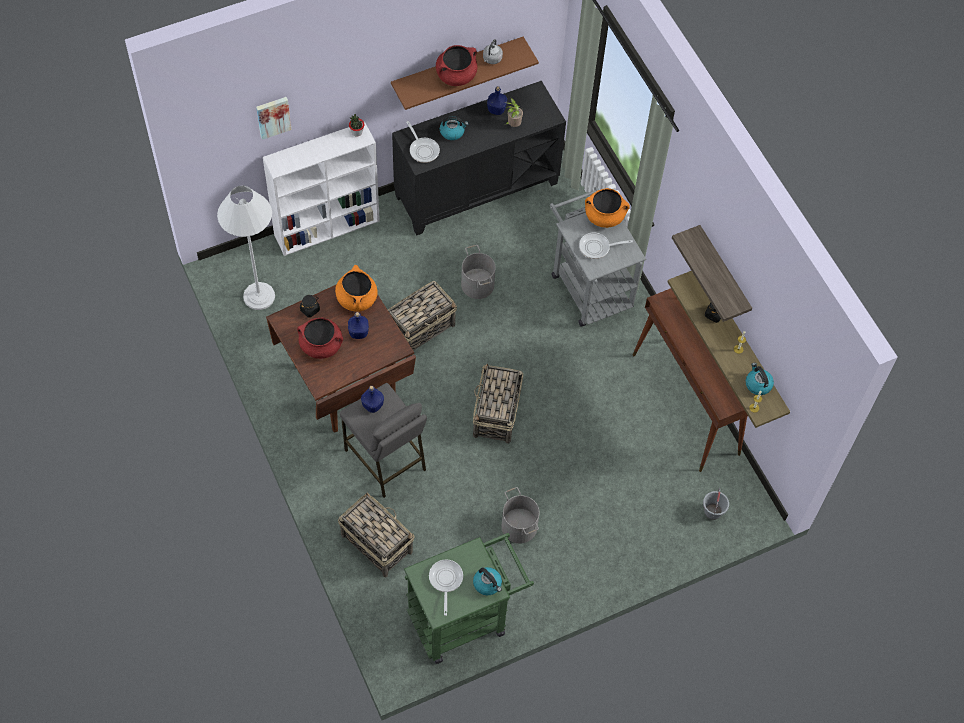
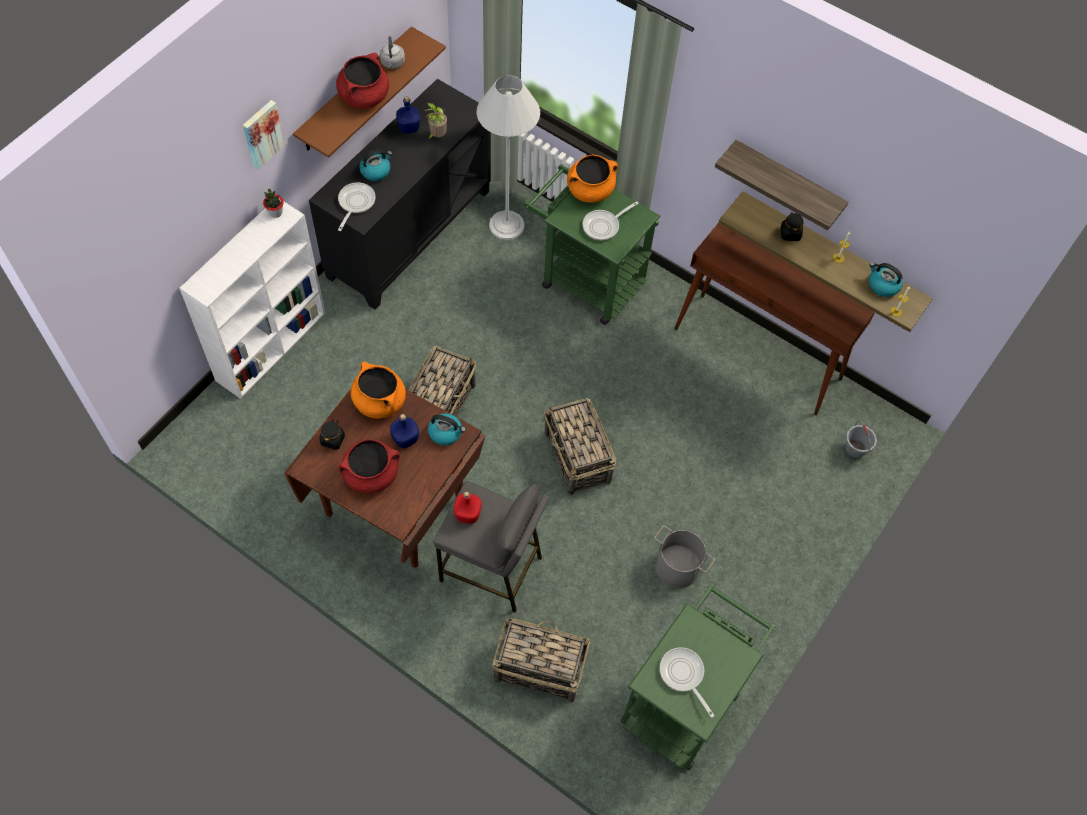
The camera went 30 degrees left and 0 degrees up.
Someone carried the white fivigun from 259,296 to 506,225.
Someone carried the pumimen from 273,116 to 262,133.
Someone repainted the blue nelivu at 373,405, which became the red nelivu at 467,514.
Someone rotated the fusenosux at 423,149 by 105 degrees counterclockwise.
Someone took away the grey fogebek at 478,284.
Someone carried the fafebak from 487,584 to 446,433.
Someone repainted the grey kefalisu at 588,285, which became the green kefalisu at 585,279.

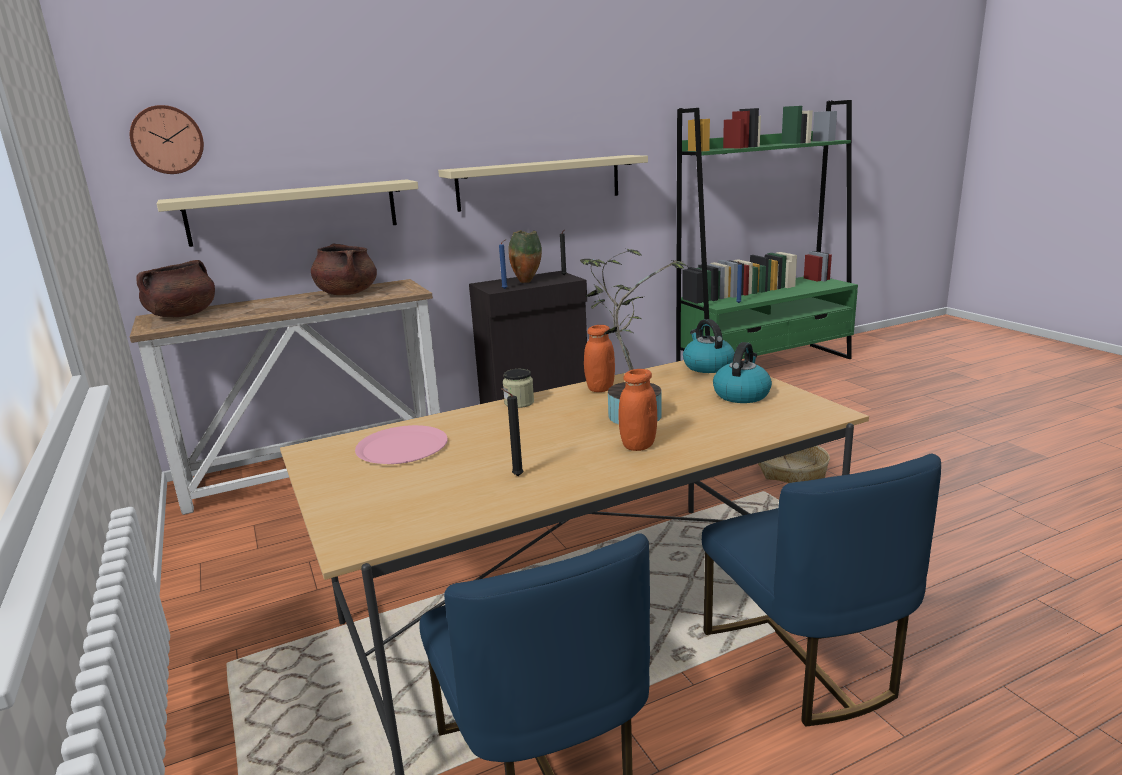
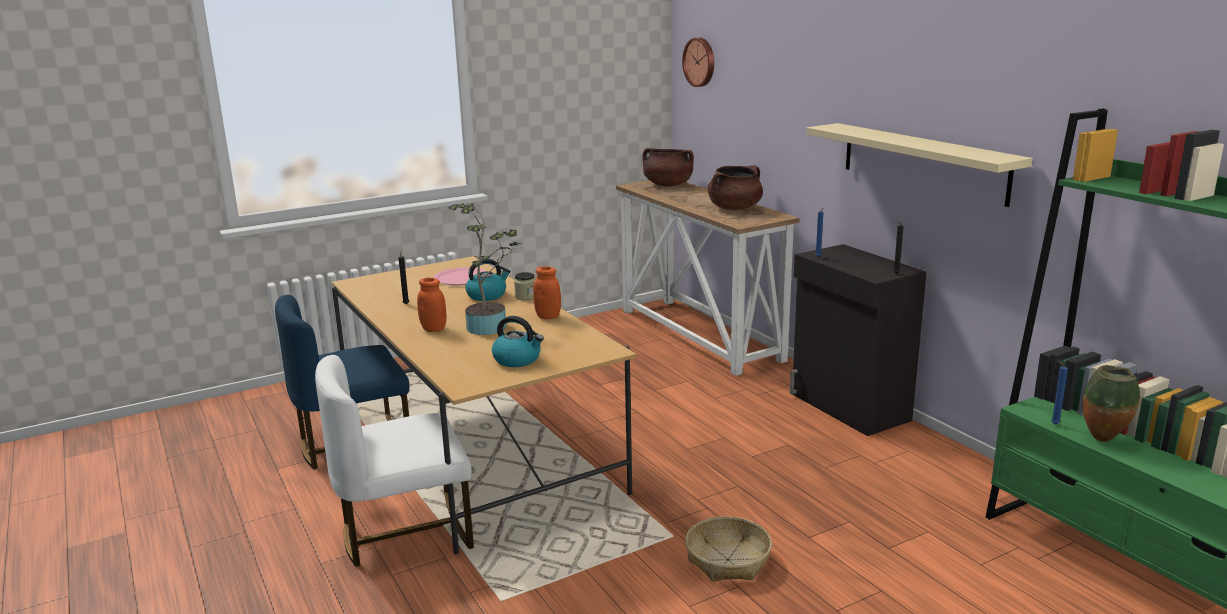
The camera went 85 degrees right and 0 degrees up.
Someone took away the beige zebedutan at 294,212.
Someone carried the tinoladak from 527,282 to 1104,440.
Someone carried the fafebak from 707,366 to 487,295.
Someone repainted the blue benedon at 804,661, which became the white benedon at 405,532.

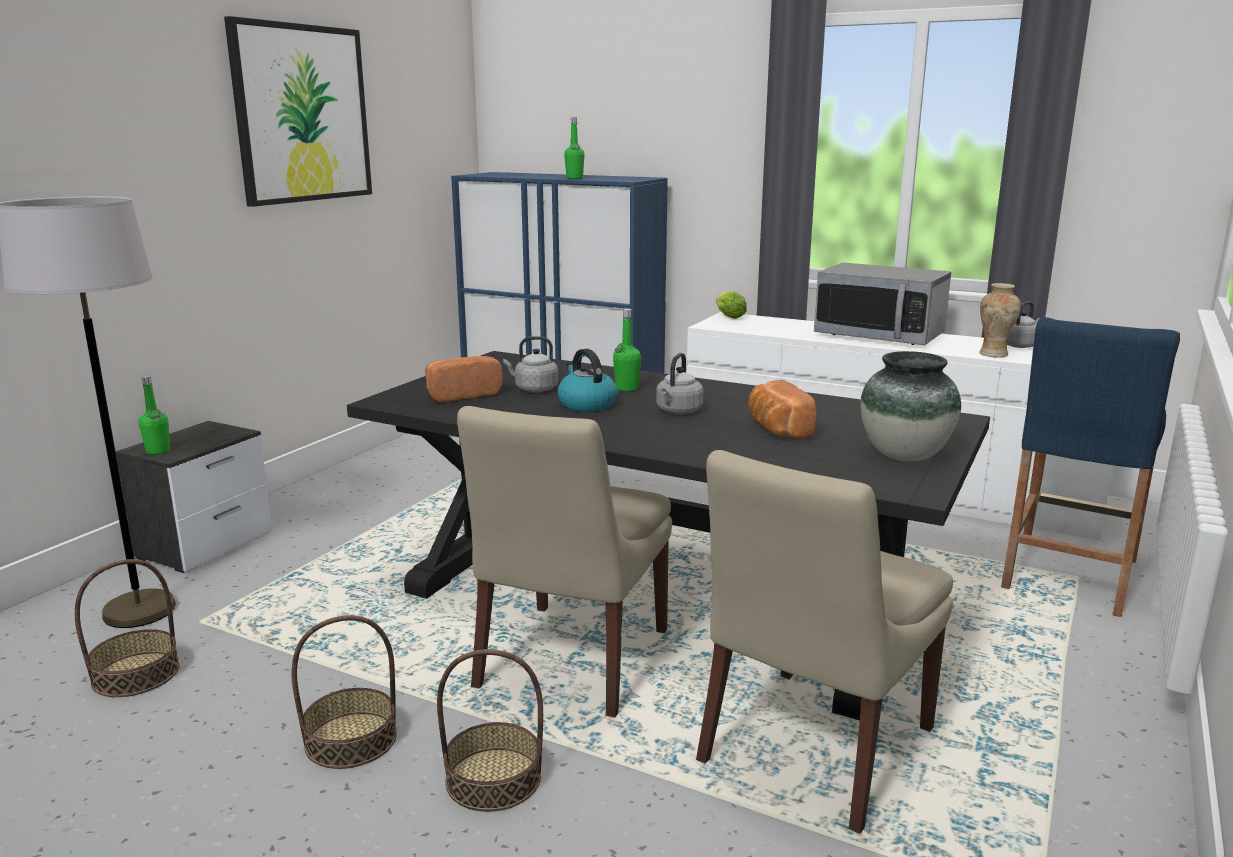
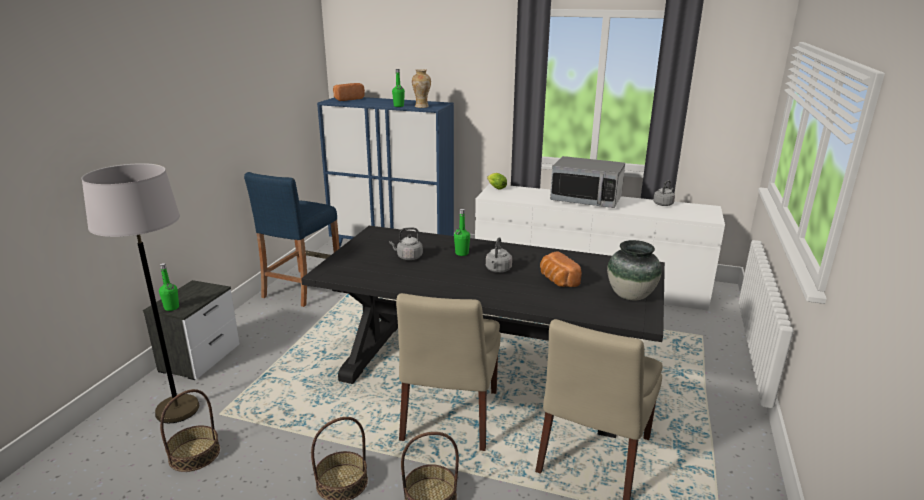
The camera went 10 degrees left and 5 degrees up.
Someone took away the pumimen at 302,114.
Someone carried the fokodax from 461,394 to 347,99.
Someone took away the fafebak at 586,404.
Someone carried the tinoladak from 994,354 to 421,107.
Someone carried the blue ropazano from 1068,573 to 302,288.

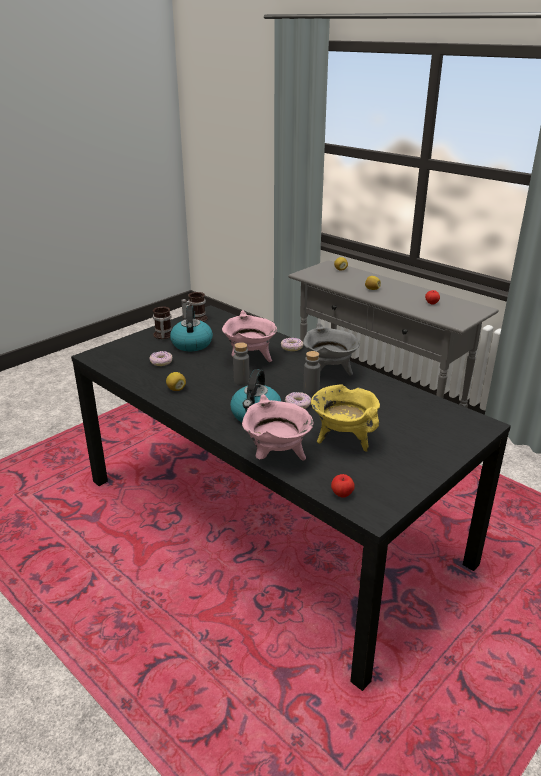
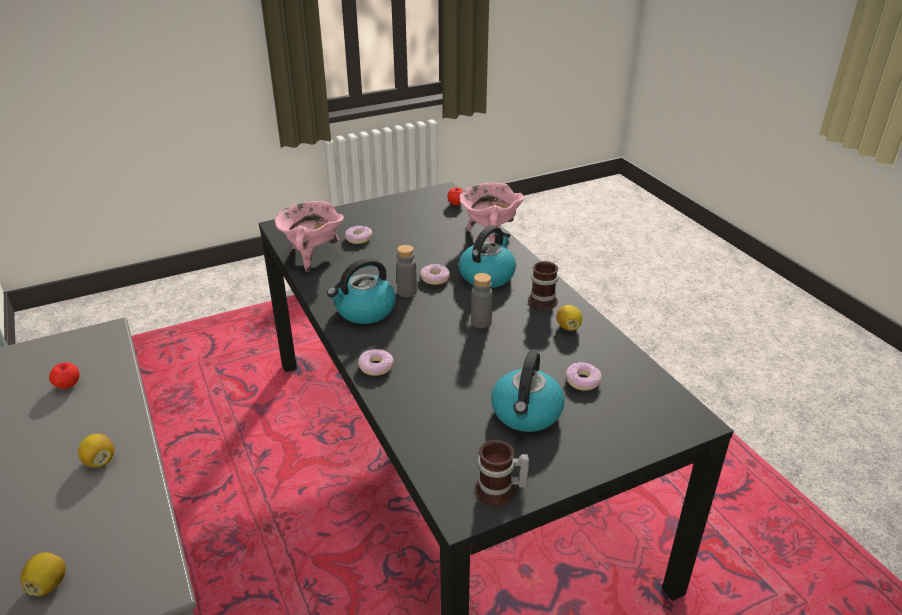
The camera went 160 degrees left and 5 degrees up.
Someone carried the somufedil from 162,335 to 544,299.
Someone carried the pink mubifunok from 250,359 to 312,256.
Someone swapped the grey mubifunok at 329,373 for the fafebak at 364,311.
Someone took away the yellow mubifunok at 343,440.
Someone put down the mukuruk at 358,238.

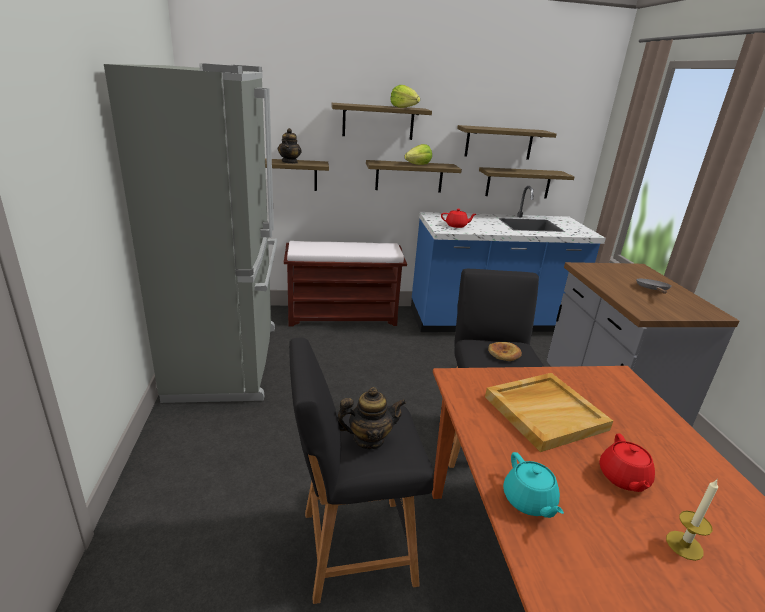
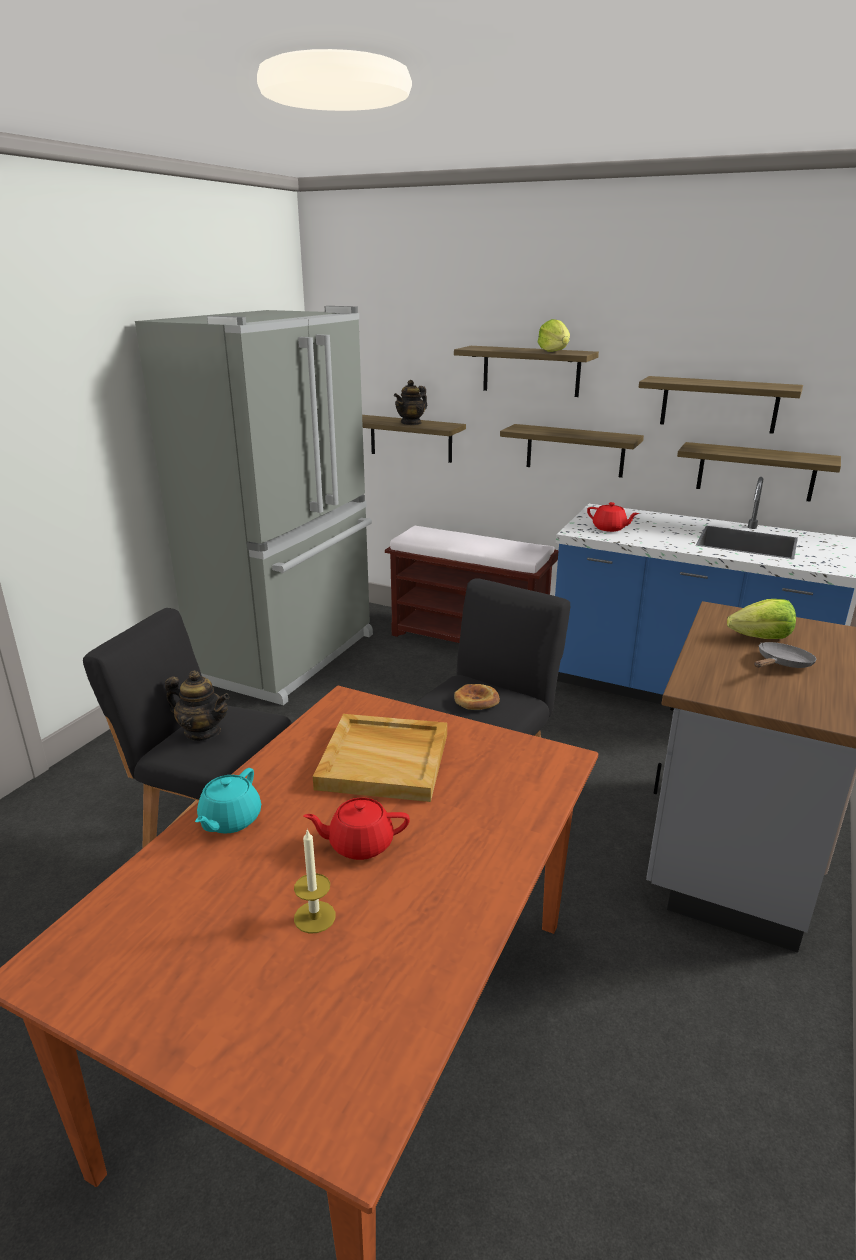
The camera went 35 degrees right and 0 degrees up.
Someone carried the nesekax from 418,165 to 761,638.
Someone rotated the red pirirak at 623,478 by 45 degrees clockwise.

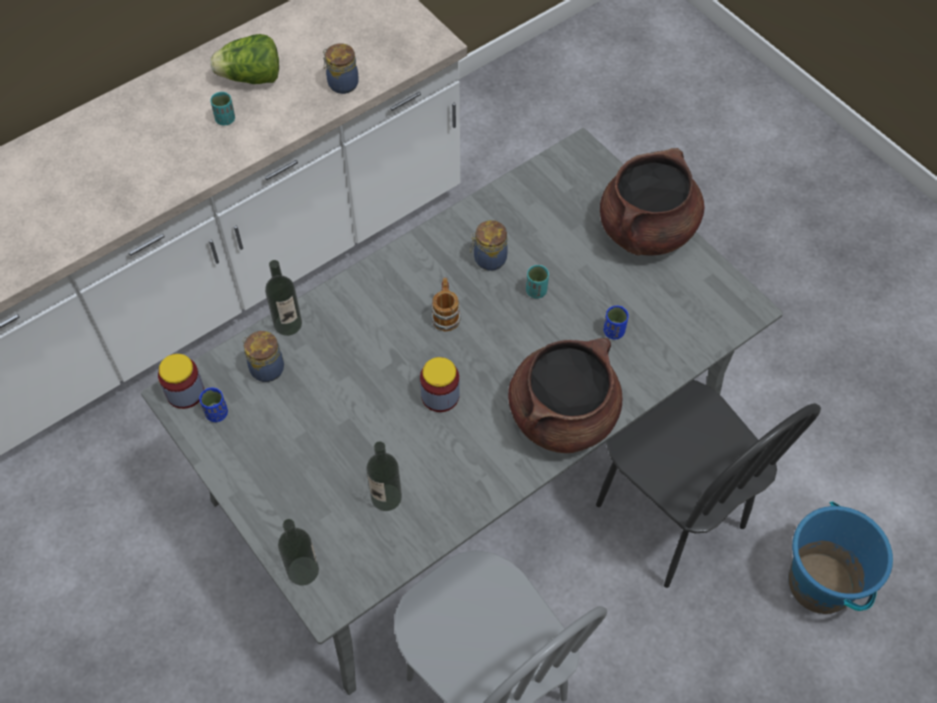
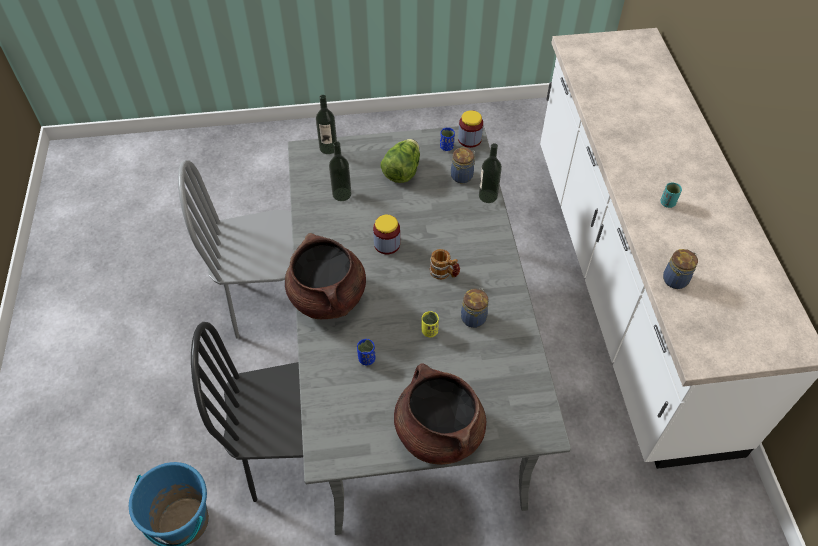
The camera went 120 degrees right and 5 degrees down.
Someone carried the nesekax from 251,78 to 402,171.
Someone repainted the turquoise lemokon at 536,291, which became the yellow lemokon at 429,331.

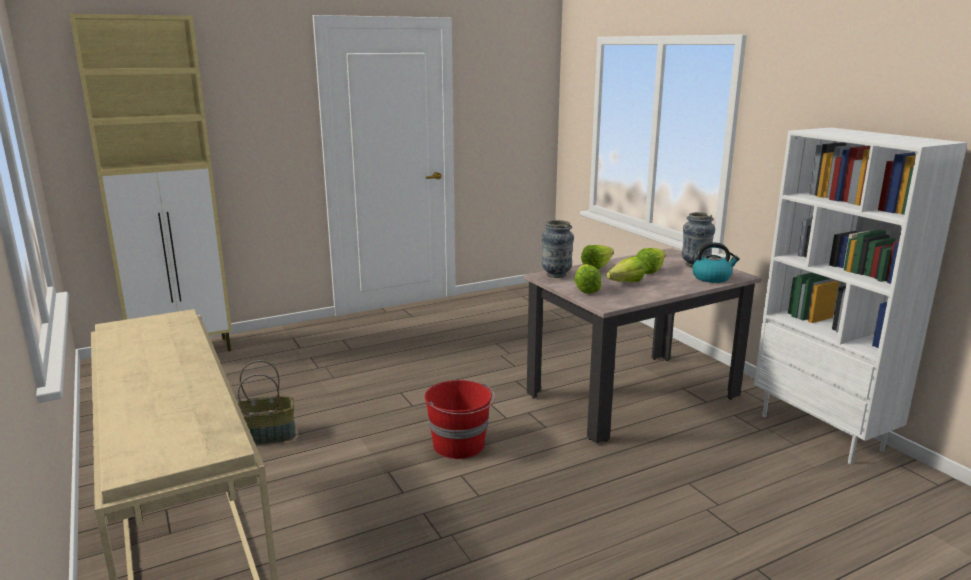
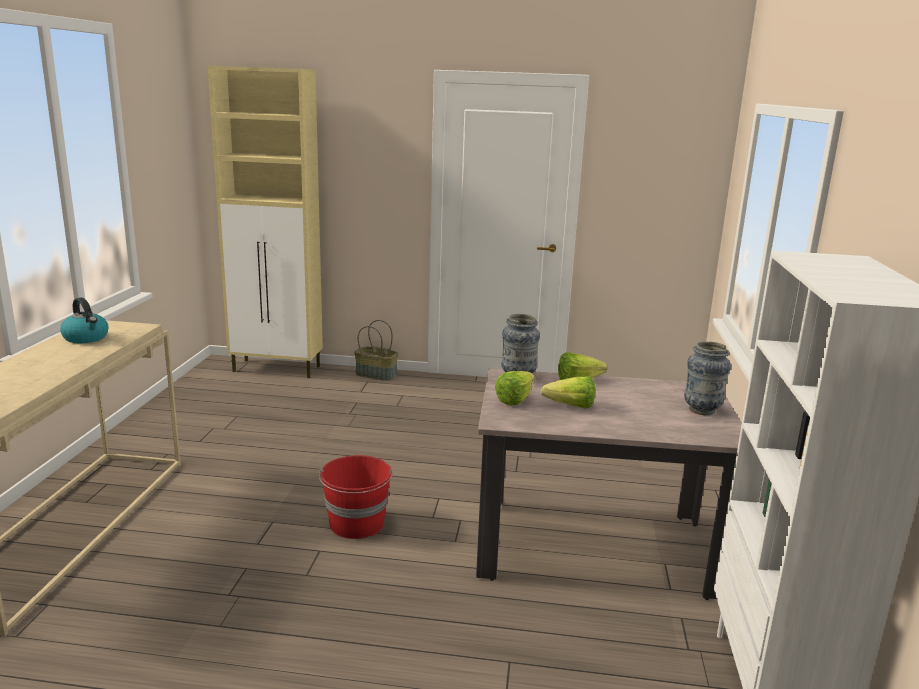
The camera went 35 degrees right and 0 degrees up.
Someone carried the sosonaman from 267,435 to 377,374.
Someone took away the nesekax at 653,270.
Someone carried the fafebak from 712,278 to 86,338.

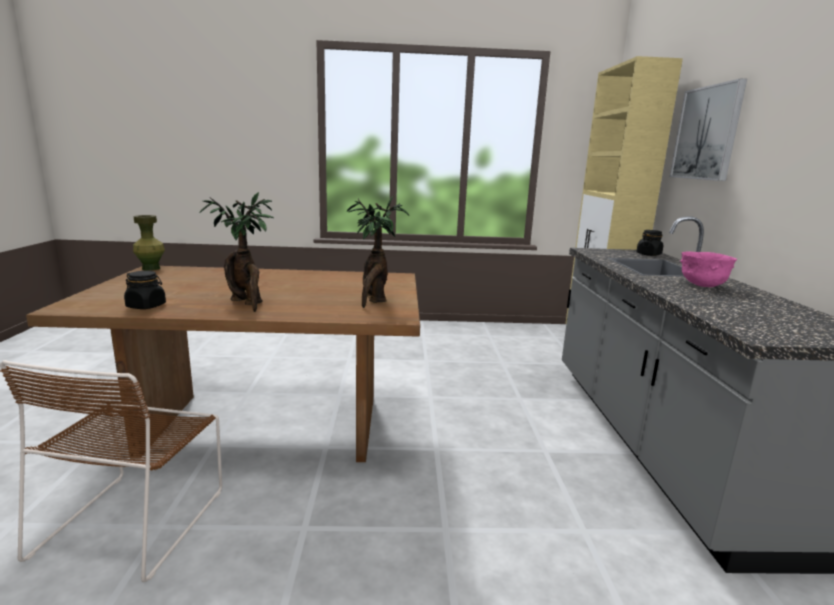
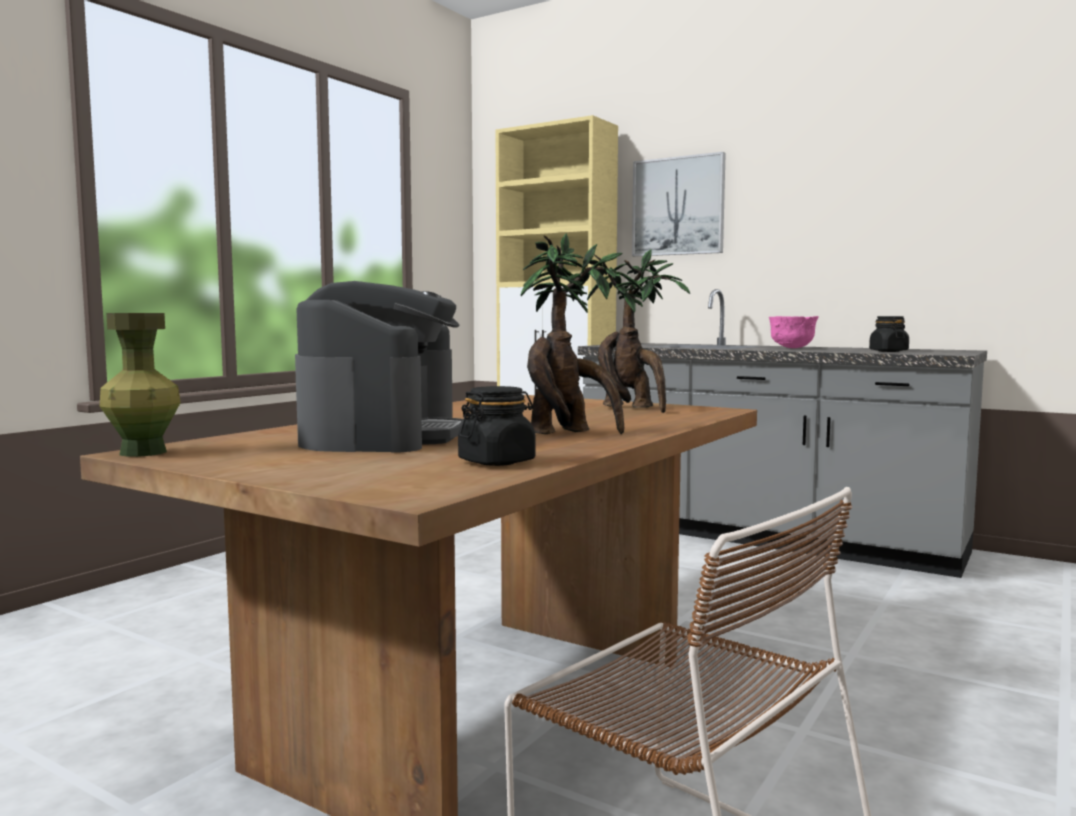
The camera went 55 degrees left and 10 degrees down.
Someone carried the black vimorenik from 648,254 to 888,351.
Someone put down the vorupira at 383,436.

